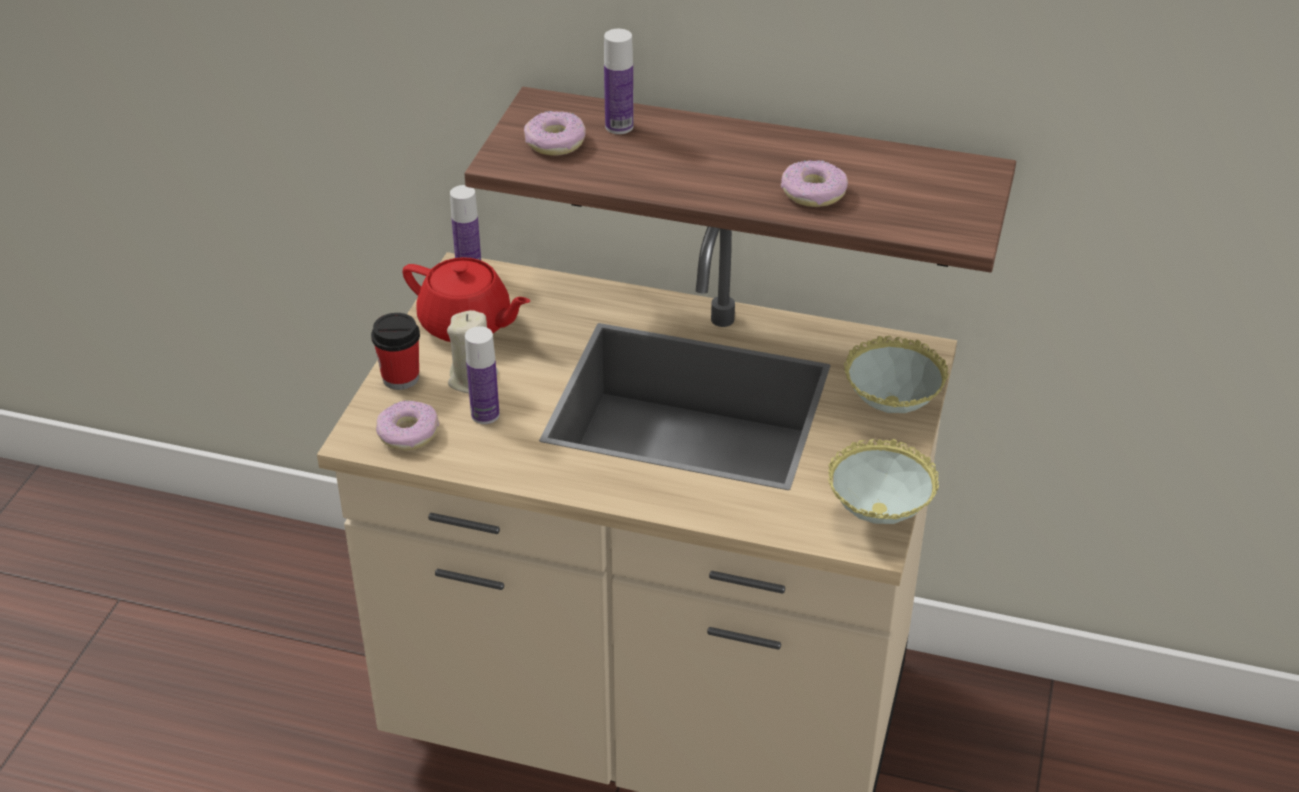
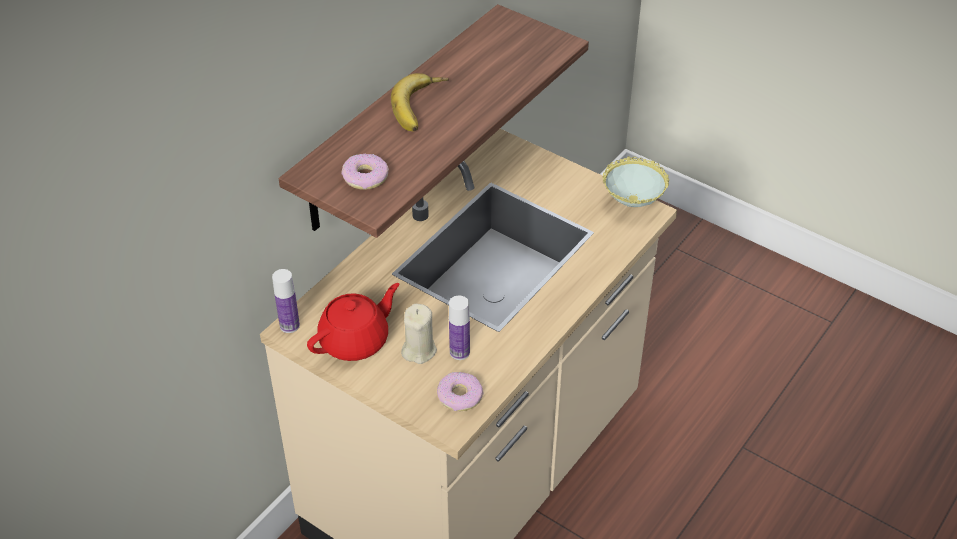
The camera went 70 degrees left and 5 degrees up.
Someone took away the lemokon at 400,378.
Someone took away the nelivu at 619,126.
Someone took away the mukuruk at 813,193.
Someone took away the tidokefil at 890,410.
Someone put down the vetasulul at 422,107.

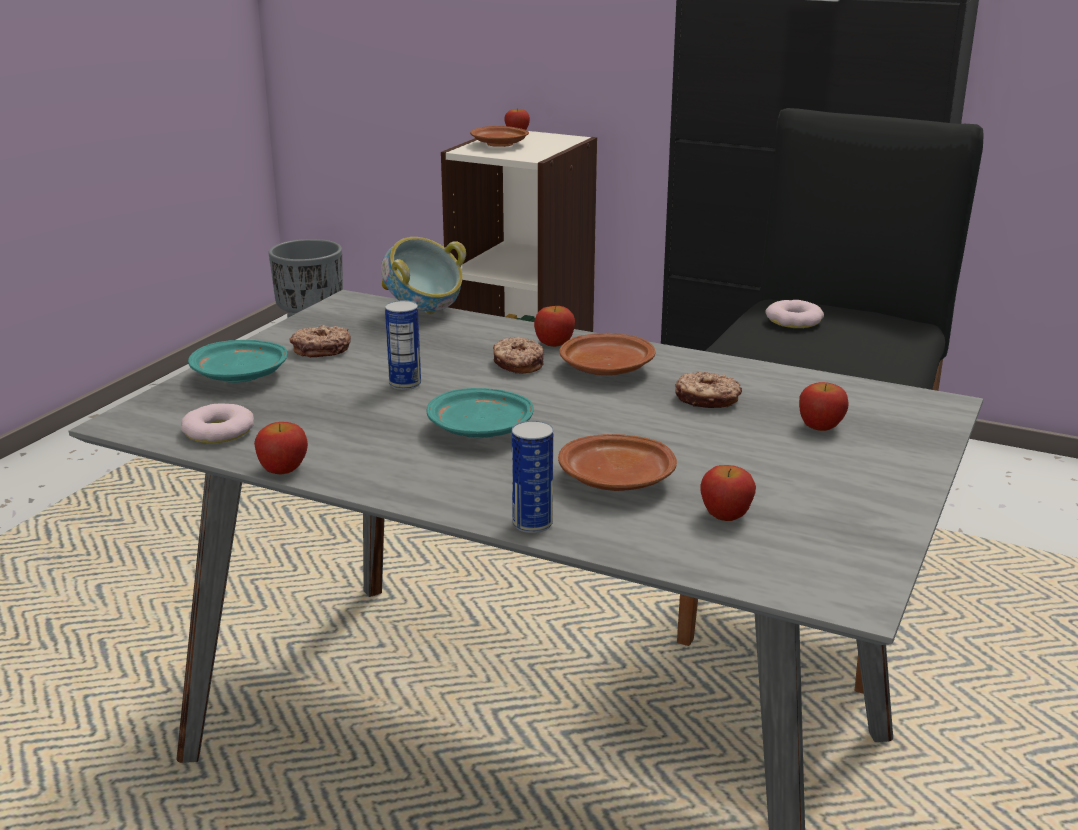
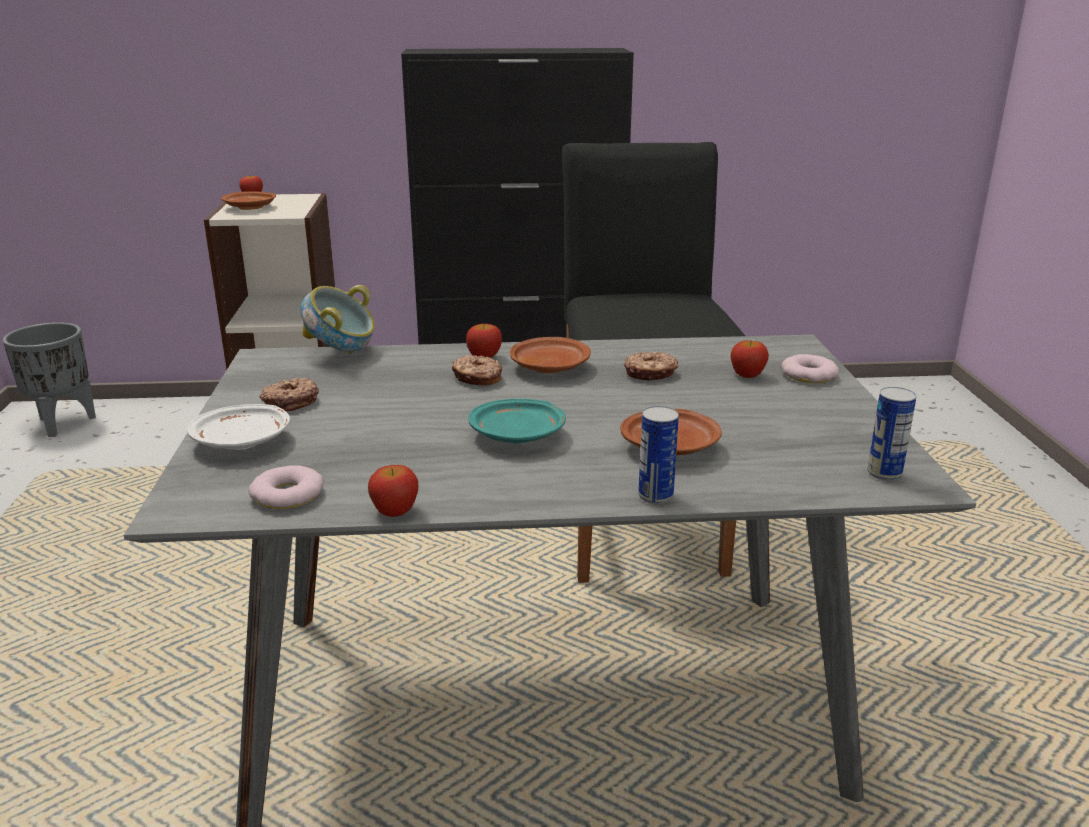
The camera went 30 degrees left and 0 degrees up.
Someone repainted the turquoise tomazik at 241,376, which became the white tomazik at 243,442.
Someone carried the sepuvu from 405,384 to 884,473.
Someone took away the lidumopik at 725,515.
Someone carried the mukuruk from 794,321 to 809,375.

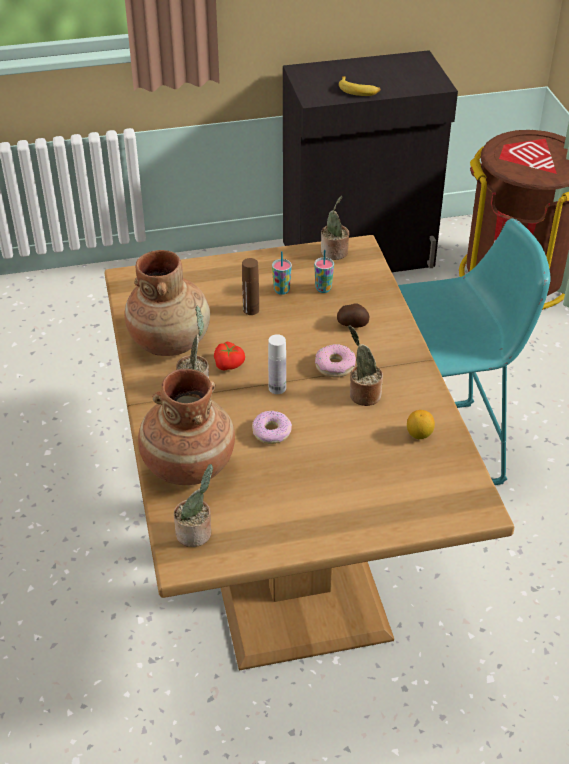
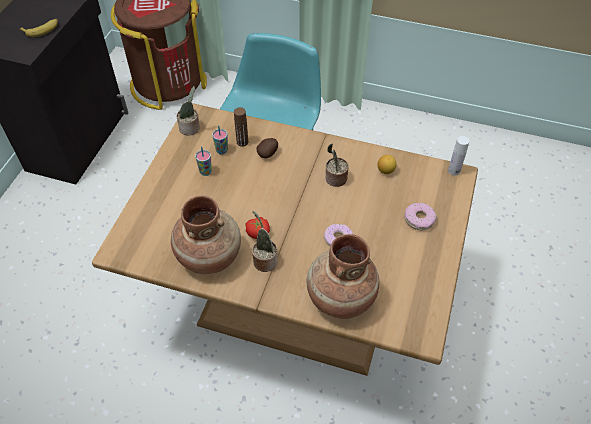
The camera went 60 degrees left and 10 degrees up.
Someone took away the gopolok at 196,533.
Someone carried the brown nelivu from 251,310 to 242,142.
Someone carried the white nelivu from 277,388 to 454,170.
Someone carried the mukuruk from 334,366 to 419,219.

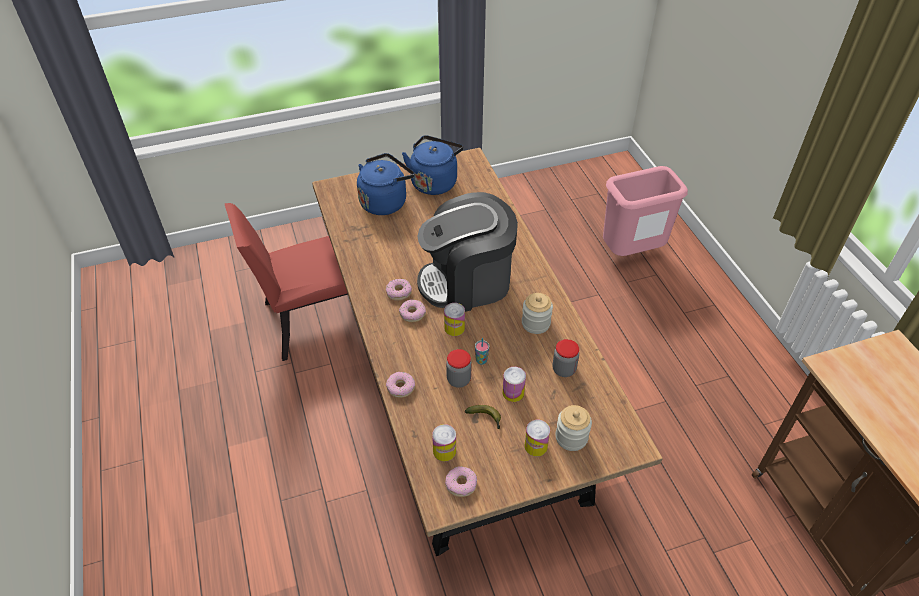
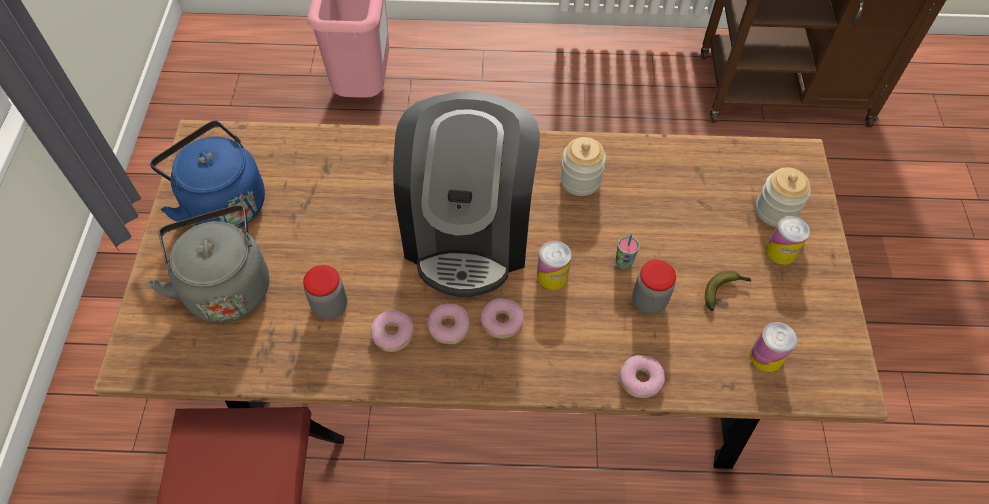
The camera went 70 degrees left and 10 degrees up.
Someone repainted the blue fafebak at 385,201, which became the grey fafebak at 226,286.
Someone carried the mukuruk from 461,484 to 393,334.
Someone took away the sepuvu at 513,393.
Someone carried the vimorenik from 564,369 to 330,306.

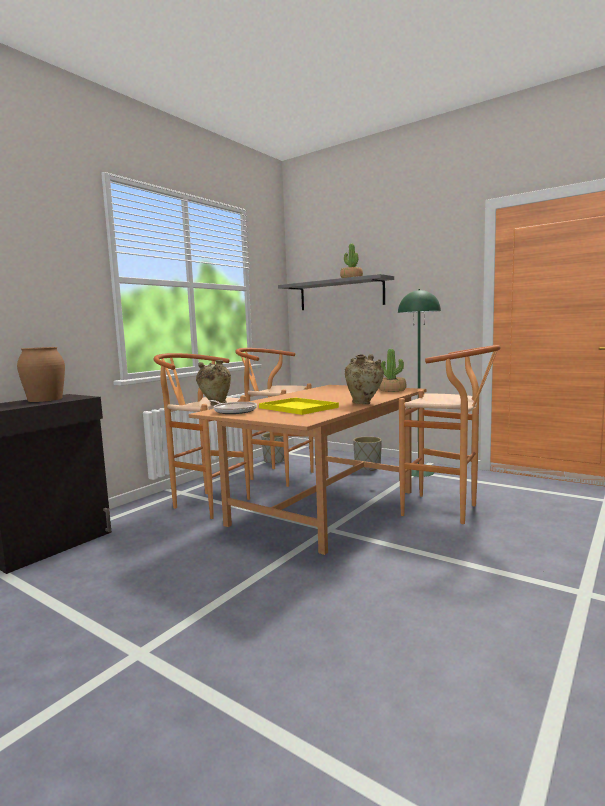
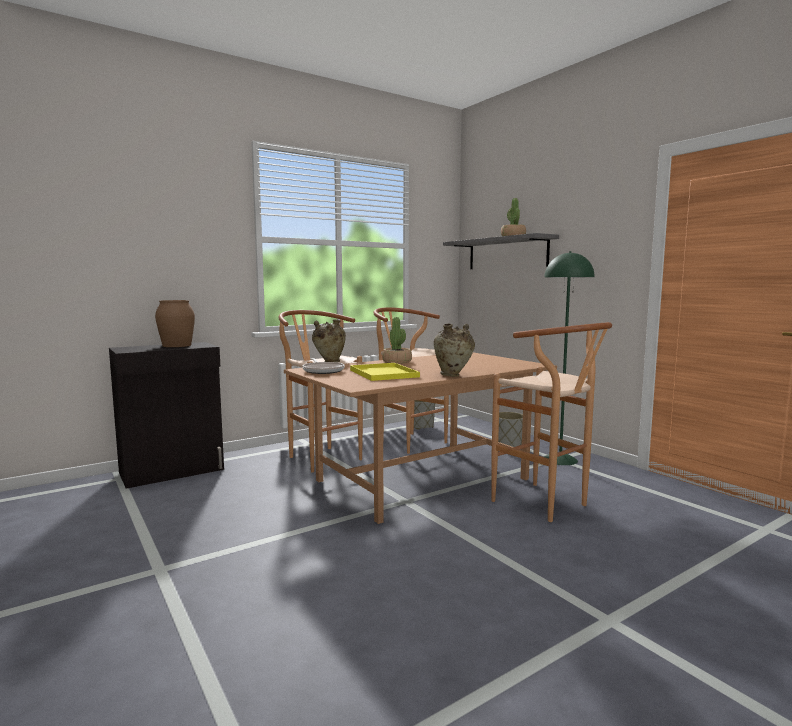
The camera went 20 degrees right and 0 degrees up.
Someone carried the gopolok from 392,390 to 397,362.

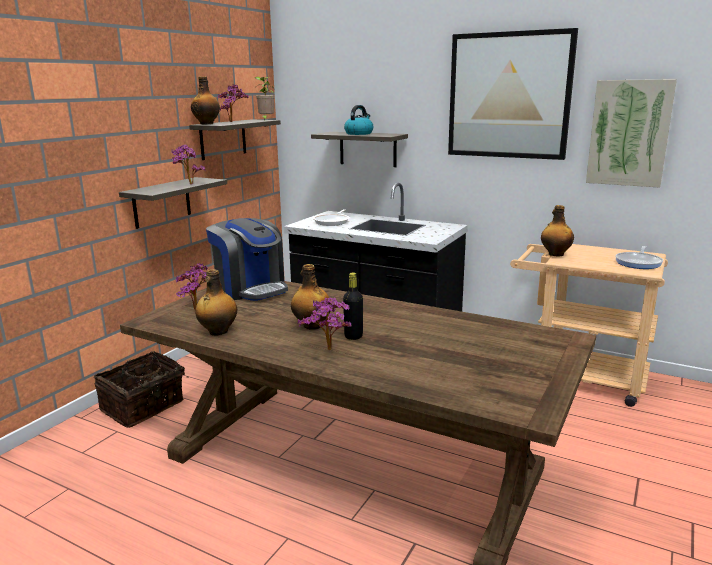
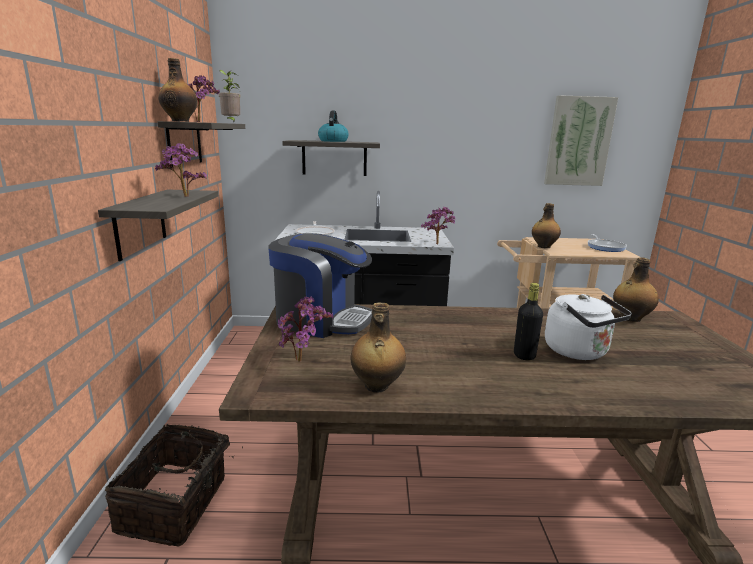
The camera went 30 degrees left and 0 degrees up.
Someone carried the nelivu from 311,326 to 630,318.
Someone carried the gopolok from 329,351 to 438,245.
Someone took away the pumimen at 509,96.
Someone put down the white fafebak at 579,352.

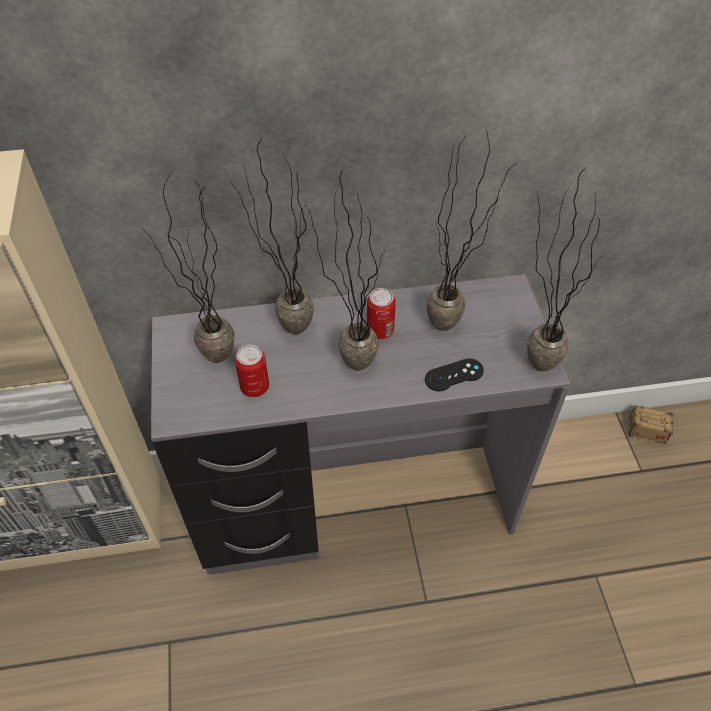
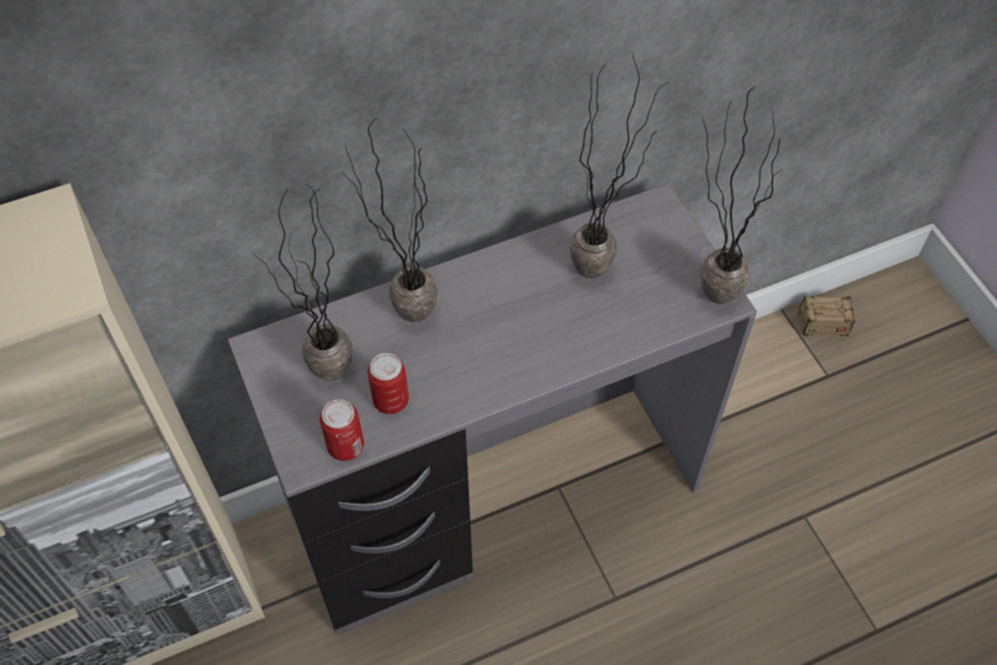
The camera went 15 degrees left and 5 degrees up.
Someone took away the gopolok at 348,358.
Someone carried the sepuvu from 380,330 to 345,446.
Someone took away the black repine at 454,375.

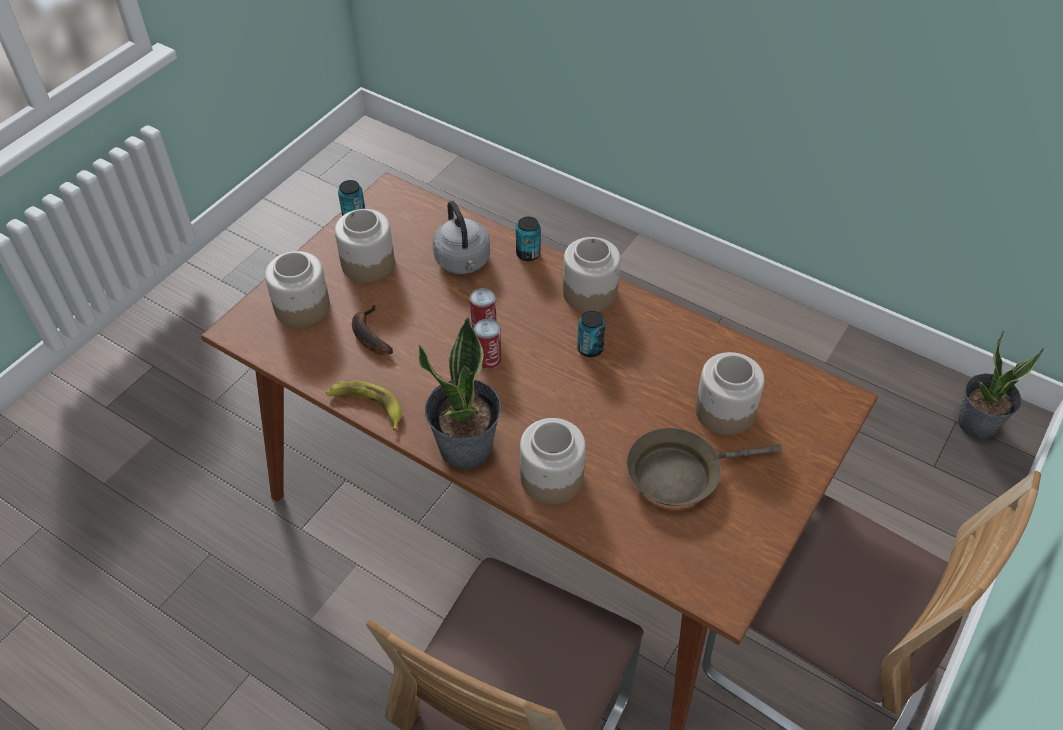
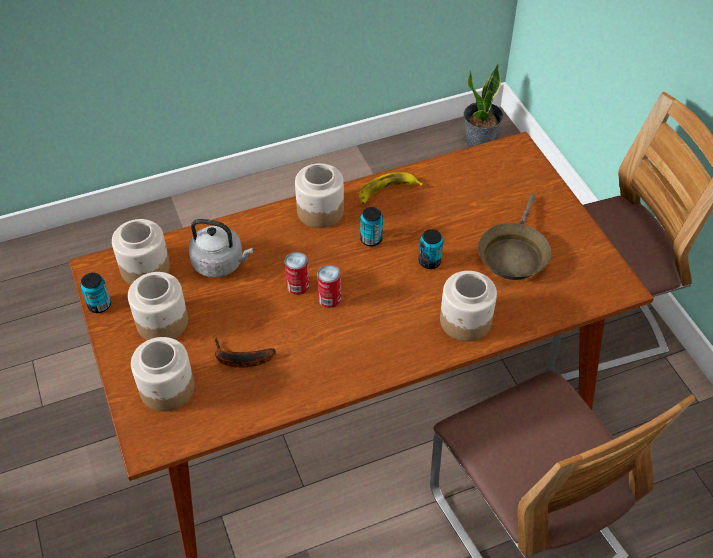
The camera went 55 degrees left and 0 degrees up.
Someone carried the vetasulul from 367,405 to 387,191.
Someone took away the gopolok at 466,447.
Someone carried the sepuvu from 528,254 to 429,262.
Someone carried the vimorenik from 725,411 to 146,268.

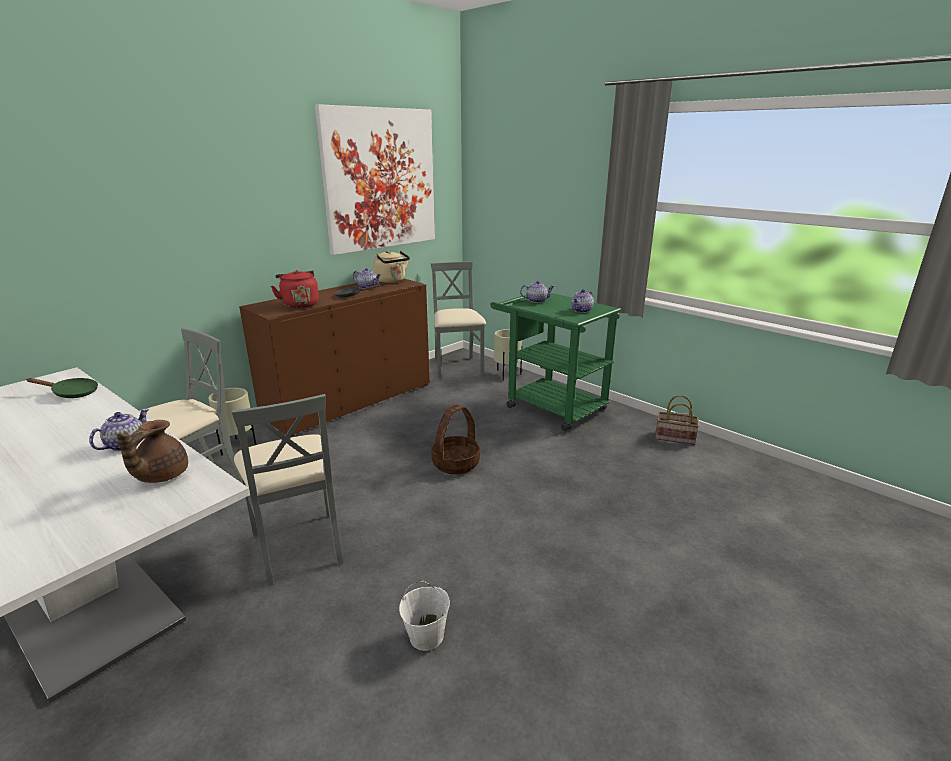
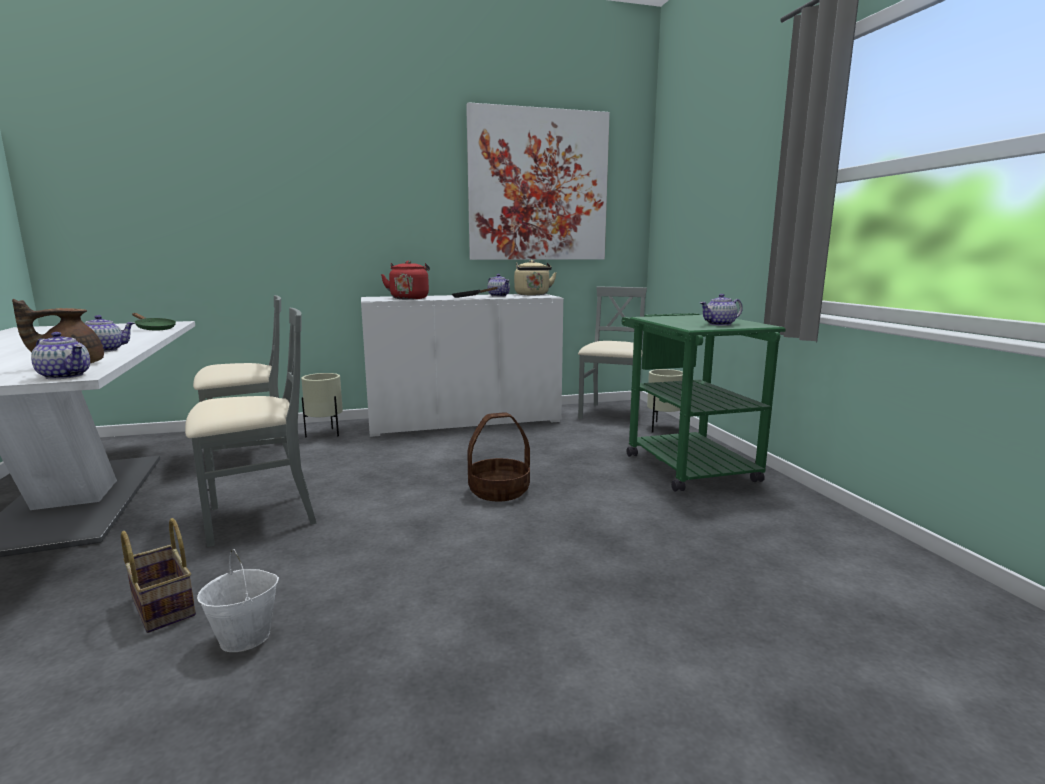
The camera went 30 degrees right and 10 degrees down.
Someone rotated the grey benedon at 299,546 by 120 degrees counterclockwise.
Someone repainted the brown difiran at 350,401, which became the white difiran at 464,421.
Someone carried the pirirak from 537,300 to 65,376.
Someone carried the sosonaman from 673,438 to 161,606.

